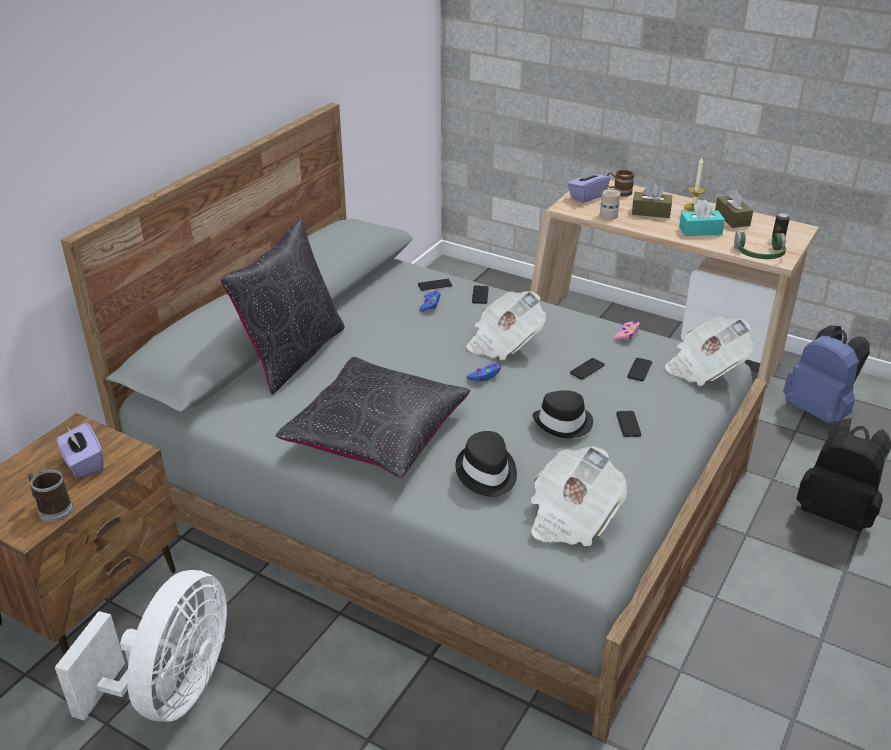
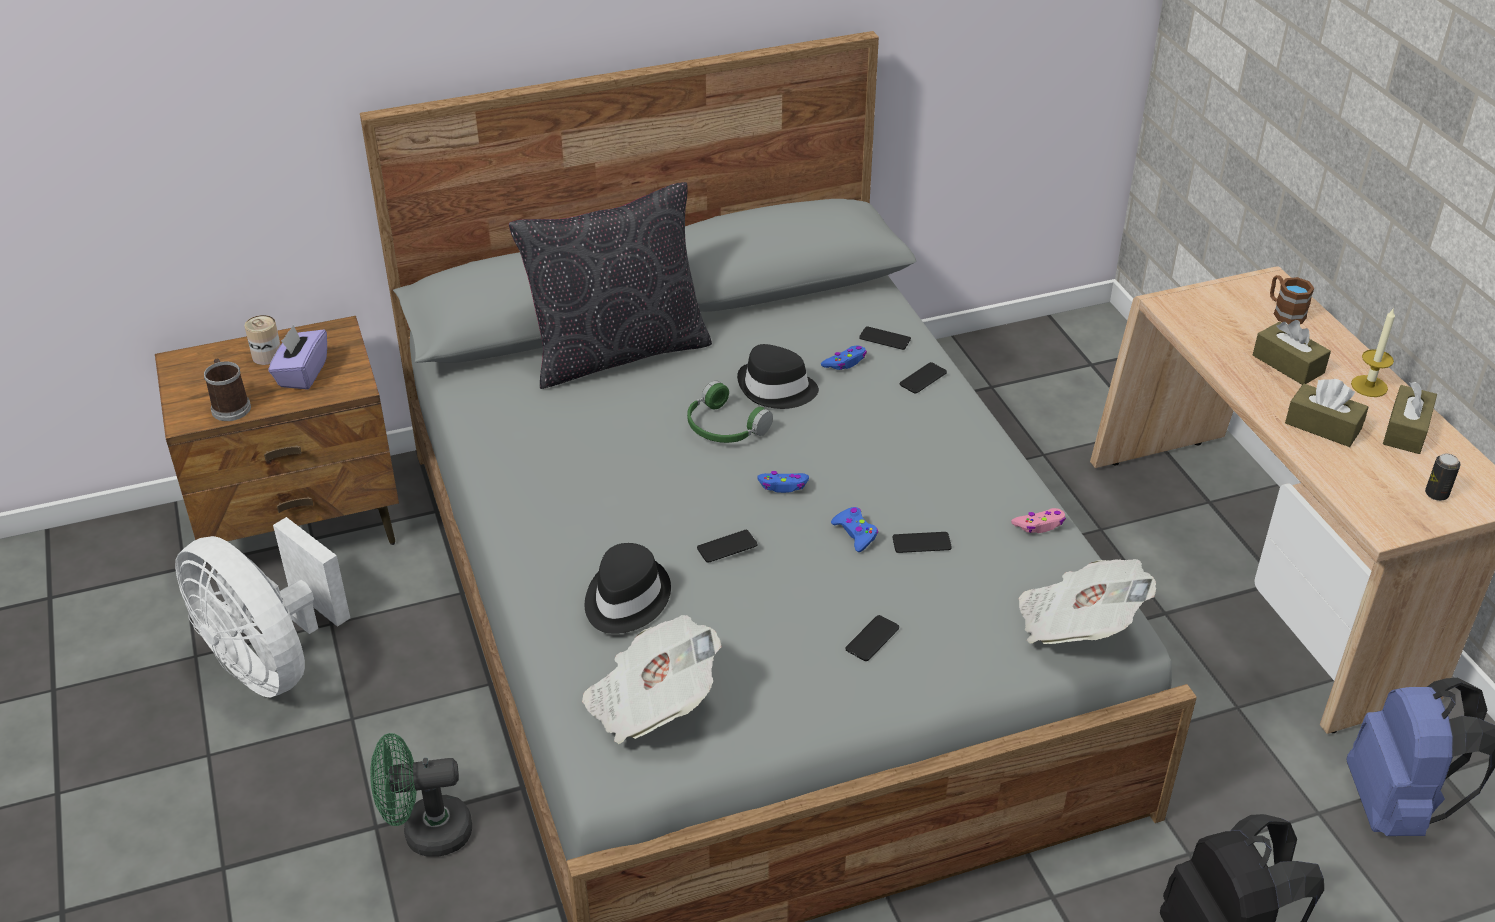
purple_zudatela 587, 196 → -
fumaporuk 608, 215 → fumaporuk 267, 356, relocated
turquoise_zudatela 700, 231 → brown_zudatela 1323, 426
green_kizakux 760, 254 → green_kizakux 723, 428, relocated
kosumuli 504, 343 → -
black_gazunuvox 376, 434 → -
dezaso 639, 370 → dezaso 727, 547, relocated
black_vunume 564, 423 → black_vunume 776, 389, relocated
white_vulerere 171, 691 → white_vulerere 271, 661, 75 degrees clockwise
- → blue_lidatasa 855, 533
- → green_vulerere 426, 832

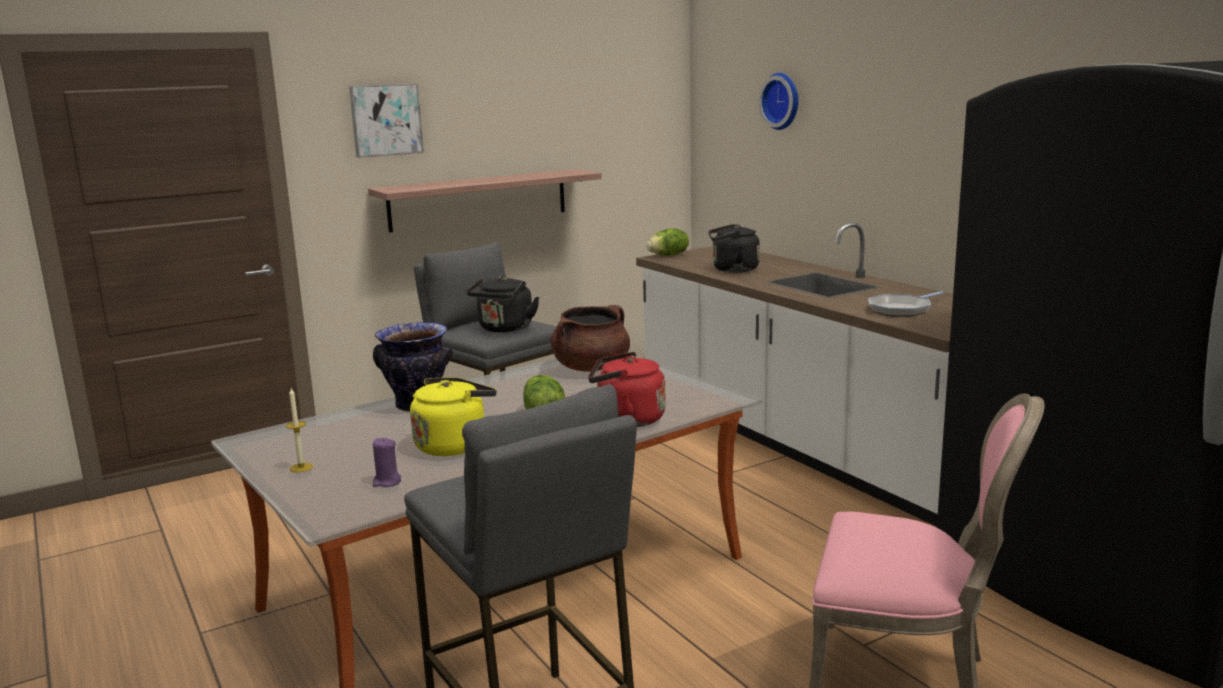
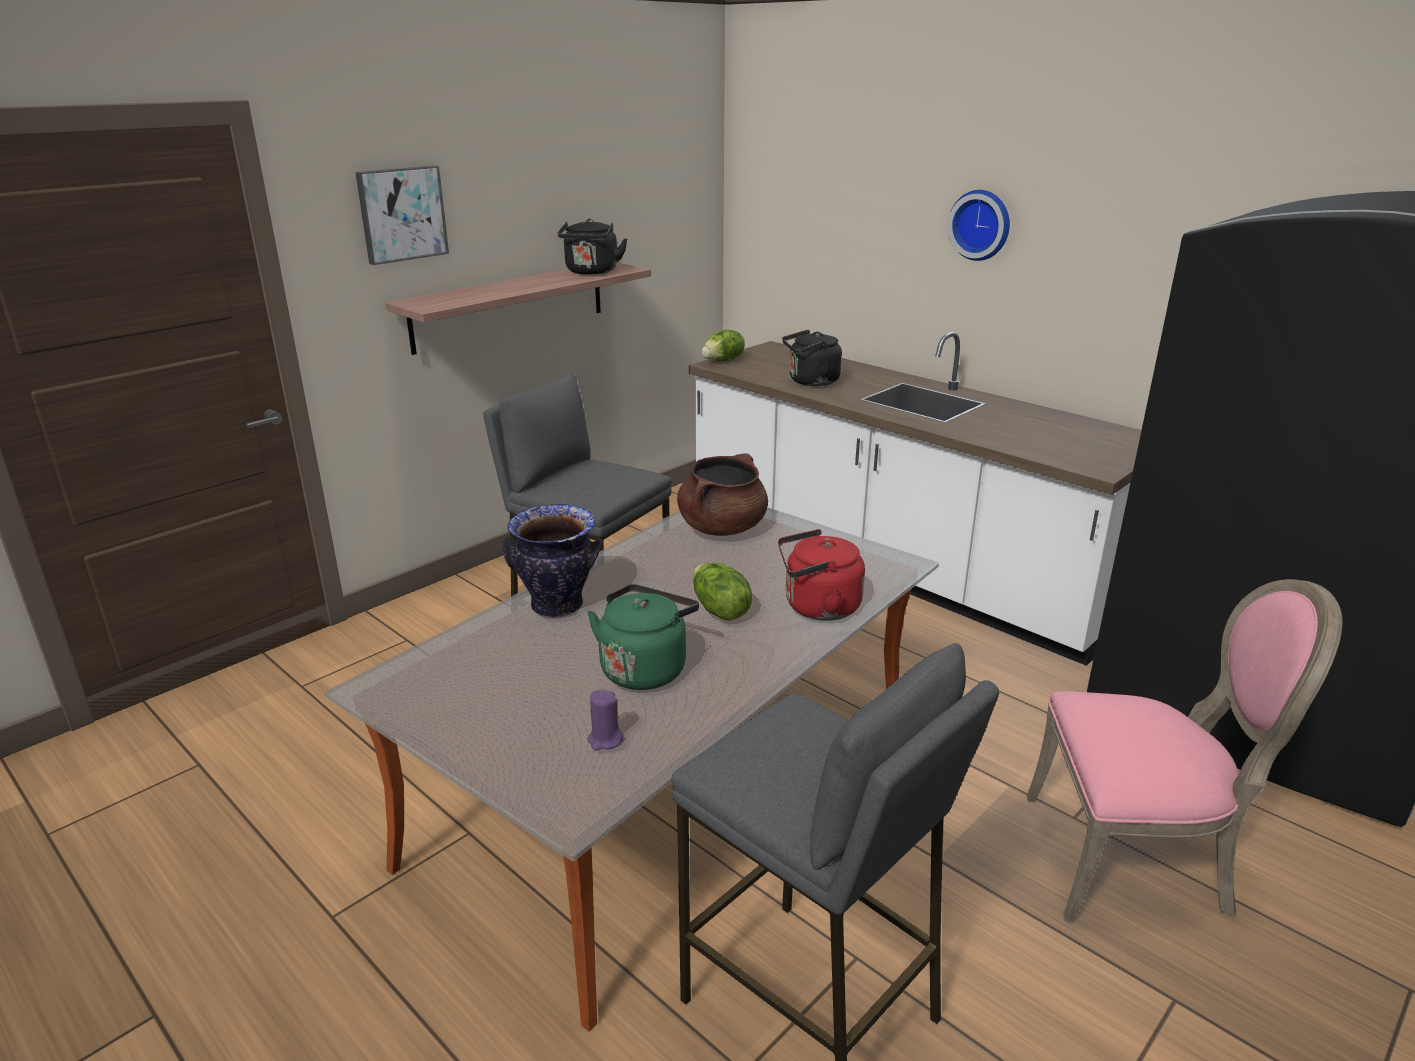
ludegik 782, 101 → ludegik 981, 224, relocated
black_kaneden 504, 329 → black_kaneden 591, 272, relocated
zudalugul 901, 309 → -
yellow_kaneden 453, 445 → green_kaneden 645, 668
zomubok 301, 467 → -

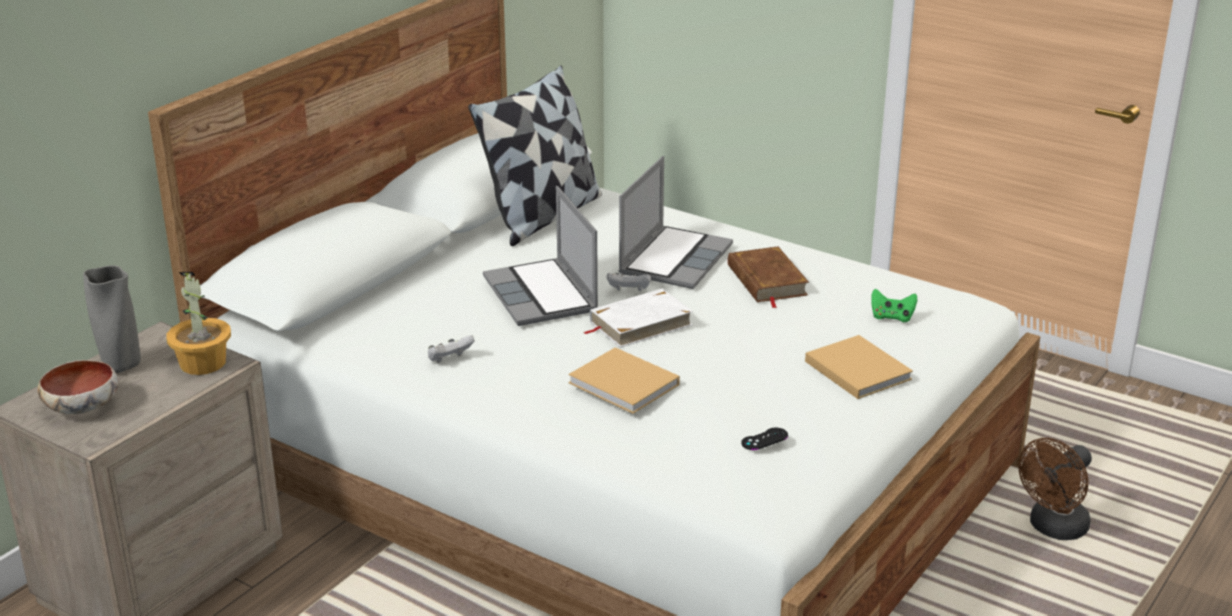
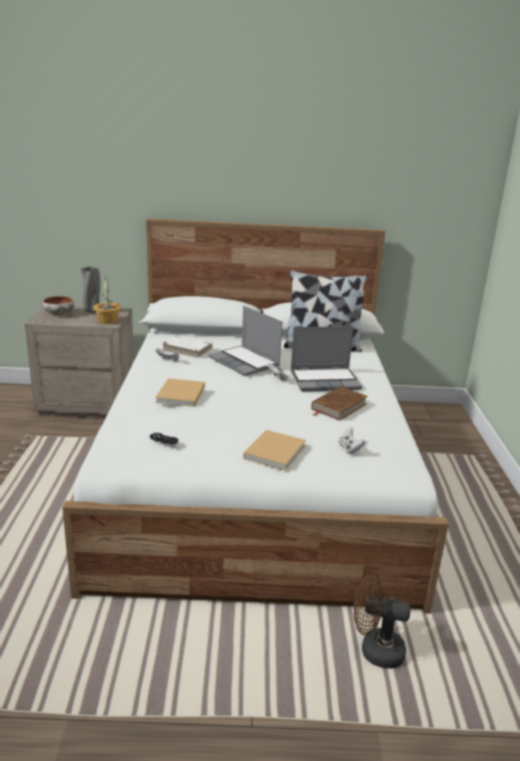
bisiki 542, 295 → bisiki 245, 362, 75 degrees counterclockwise
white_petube 640, 324 → white_petube 187, 349, relocated
green_lidatasa 892, 317 → white_lidatasa 349, 449

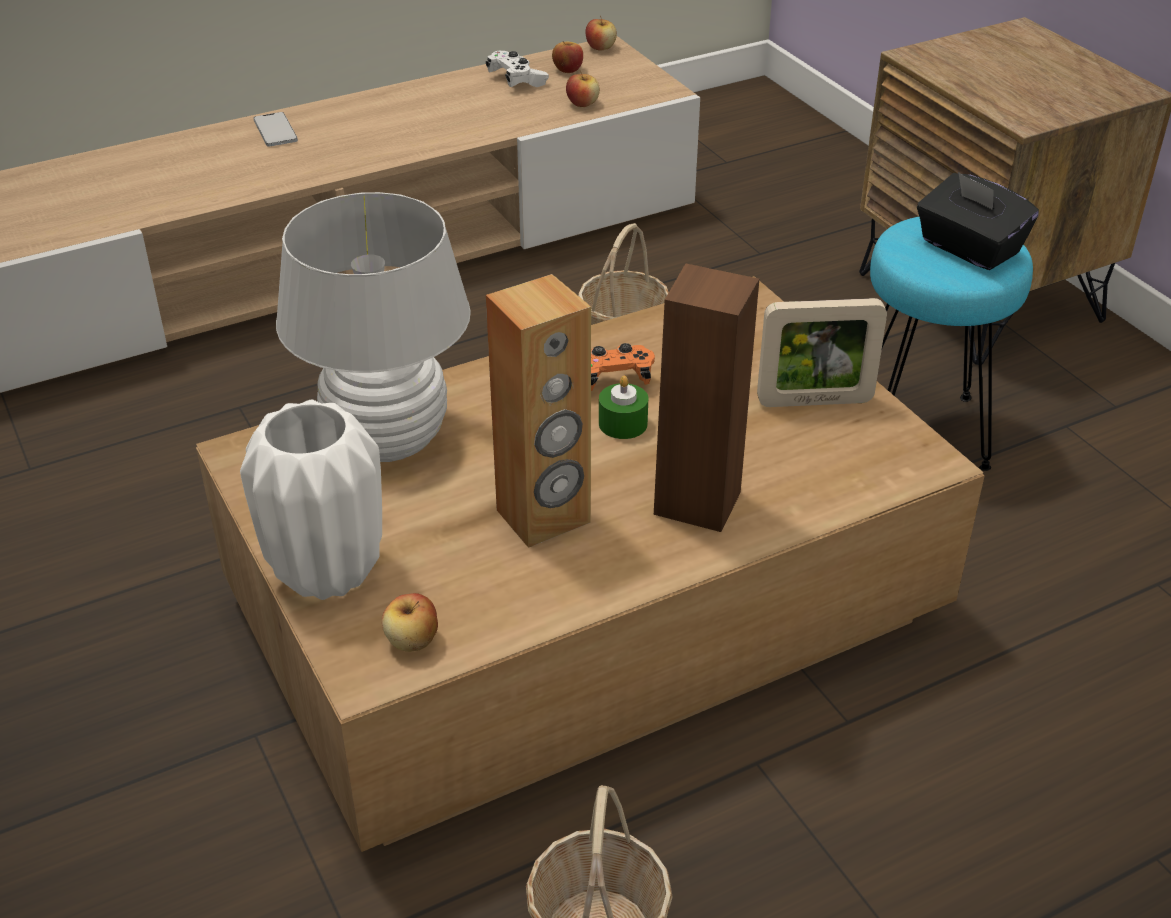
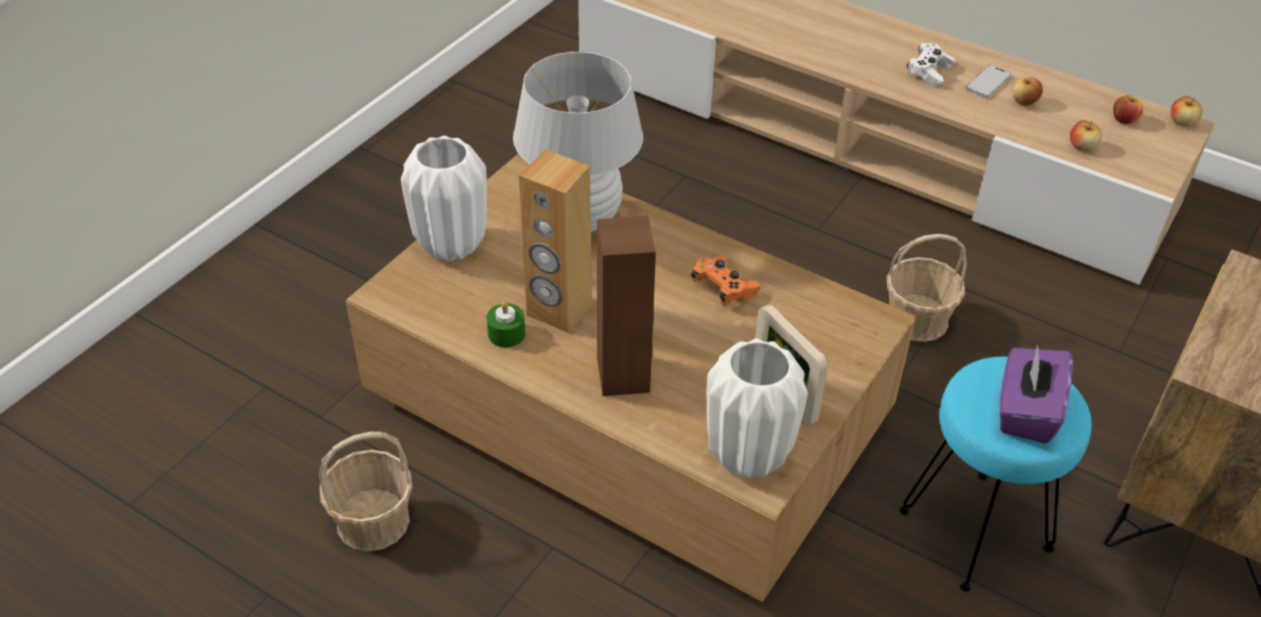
white_lidatasa 516, 80 → white_lidatasa 929, 72, relocated
dezaso 275, 131 → dezaso 988, 83, relocated
black_zudatela 969, 248 → purple_zudatela 1026, 412
green_zomubok 623, 423 → green_zomubok 506, 334, relocated
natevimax 412, 641 → natevimax 1024, 102, relocated
- → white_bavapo 749, 456

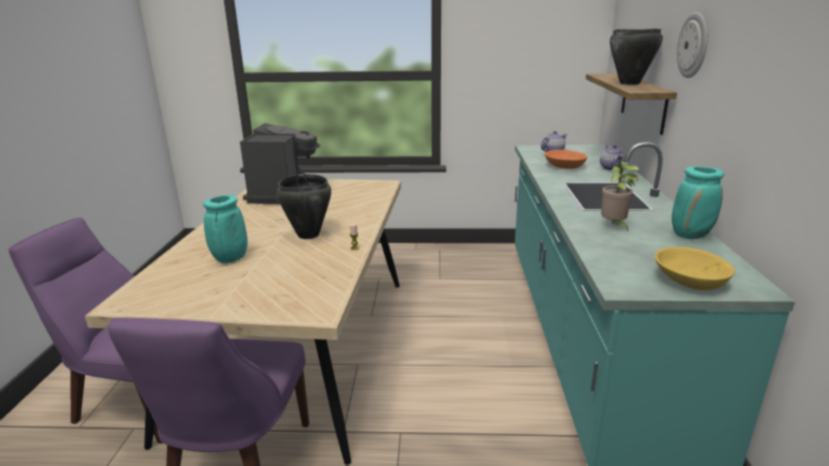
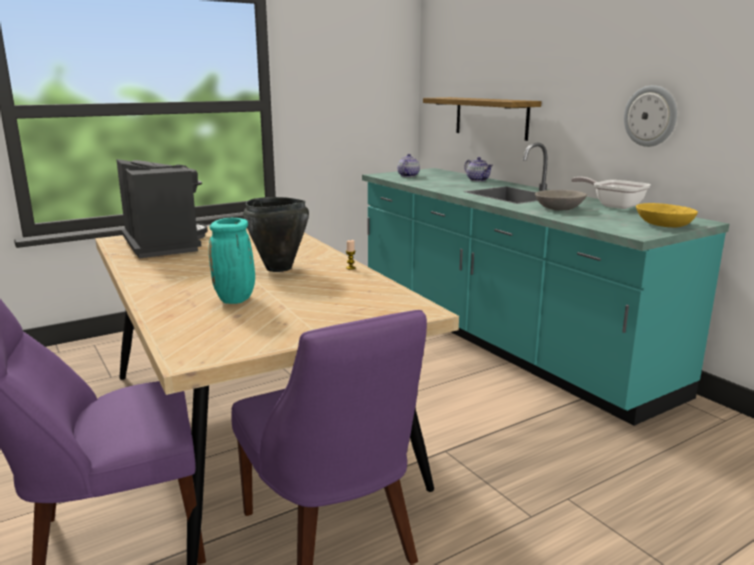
ludegik 693, 45 → ludegik 650, 116, relocated
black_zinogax 629, 83 → -
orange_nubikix 564, 166 → -
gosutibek 614, 226 → grey_nubikix 559, 208
turquoise_bavapo 690, 235 → zudalugul 613, 205

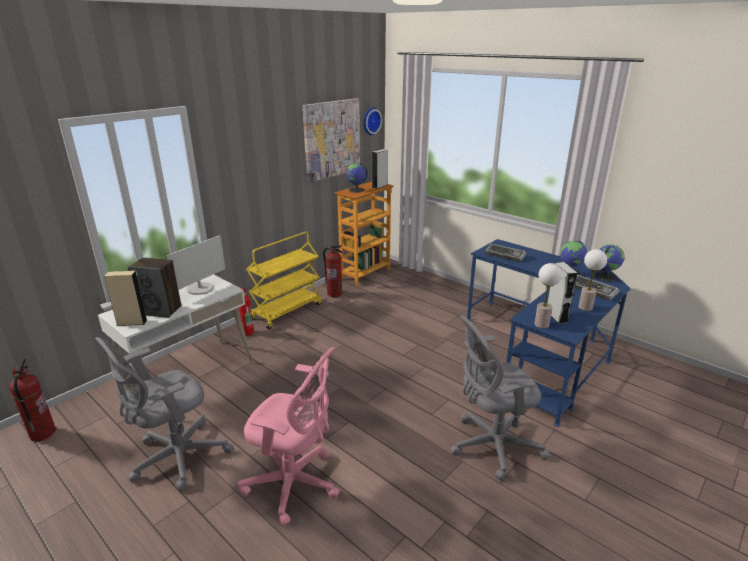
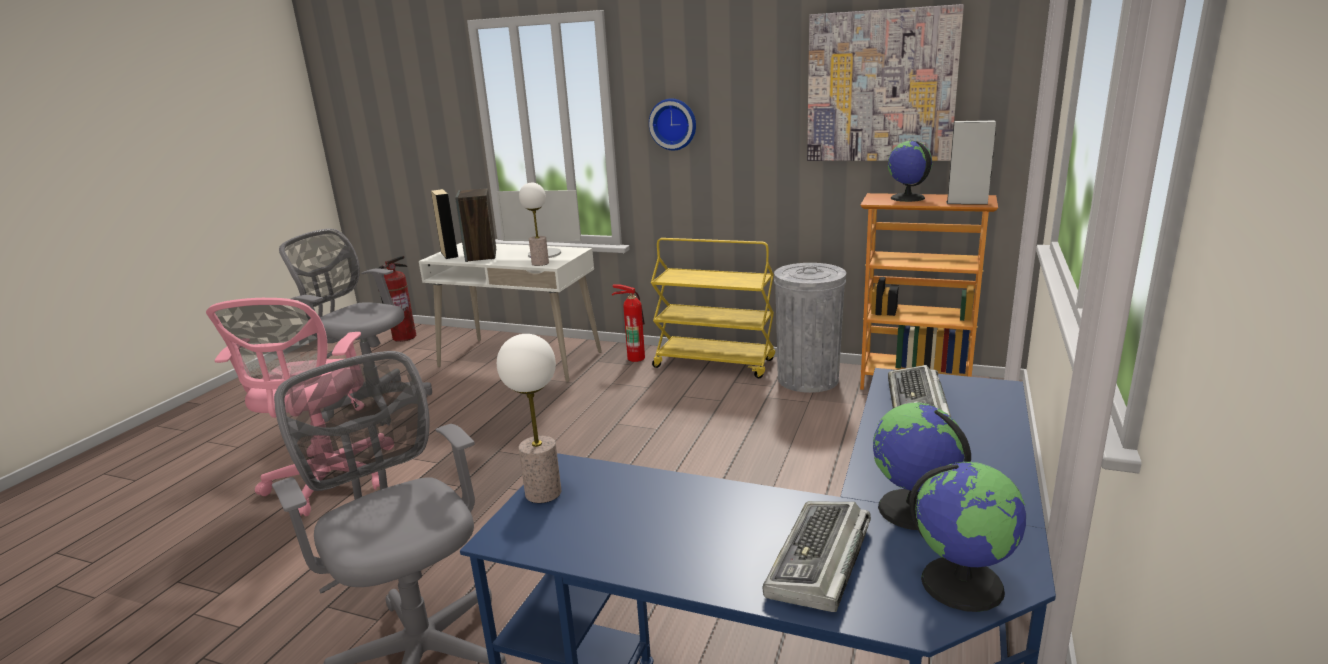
ludegik 370, 121 → ludegik 673, 124, relocated
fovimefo 334, 294 → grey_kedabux 808, 379
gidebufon 585, 307 → gidebufon 540, 263, relocated
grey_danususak 556, 316 → -

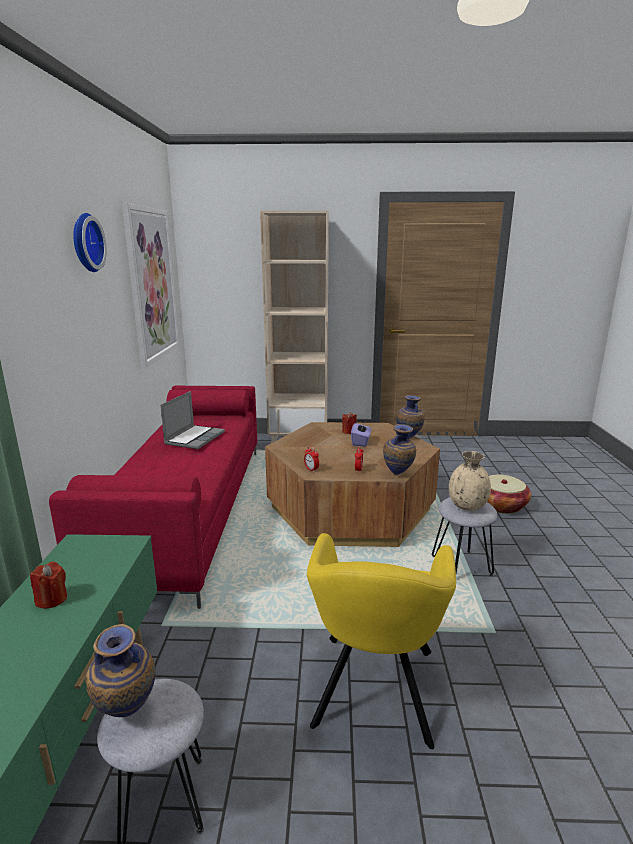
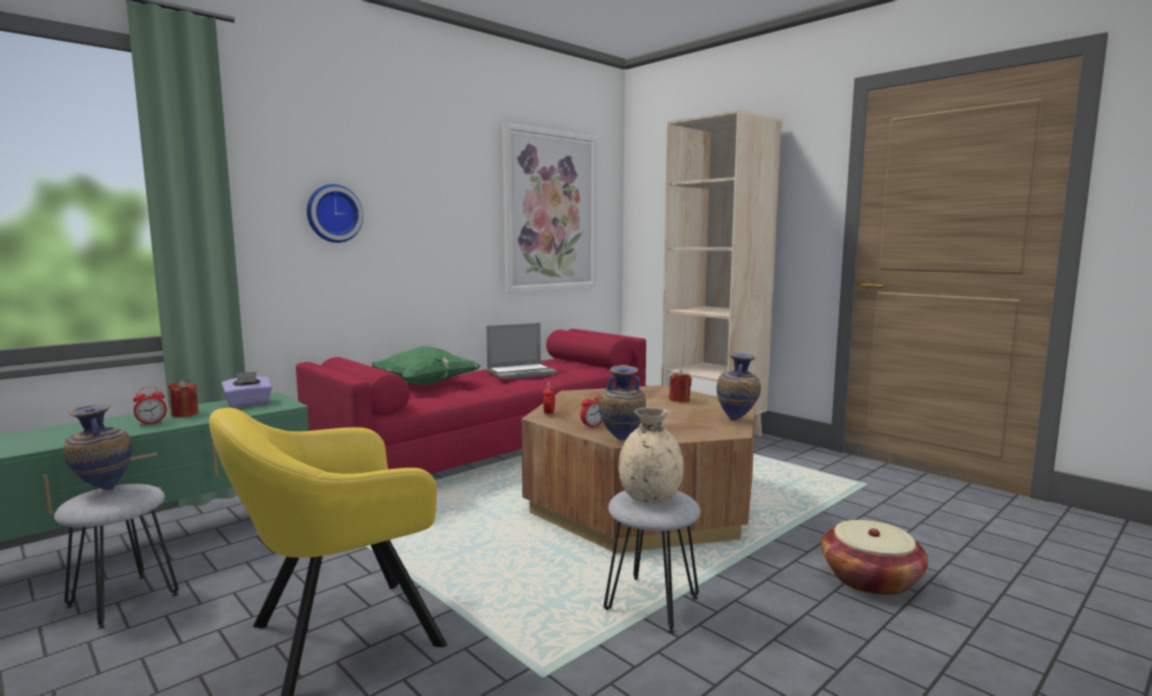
ludegik 85, 243 → ludegik 333, 213, relocated
purple_zudatela 361, 442 → purple_zudatela 248, 404, relocated
- → green_gazunuvox 424, 384
- → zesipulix 151, 423

